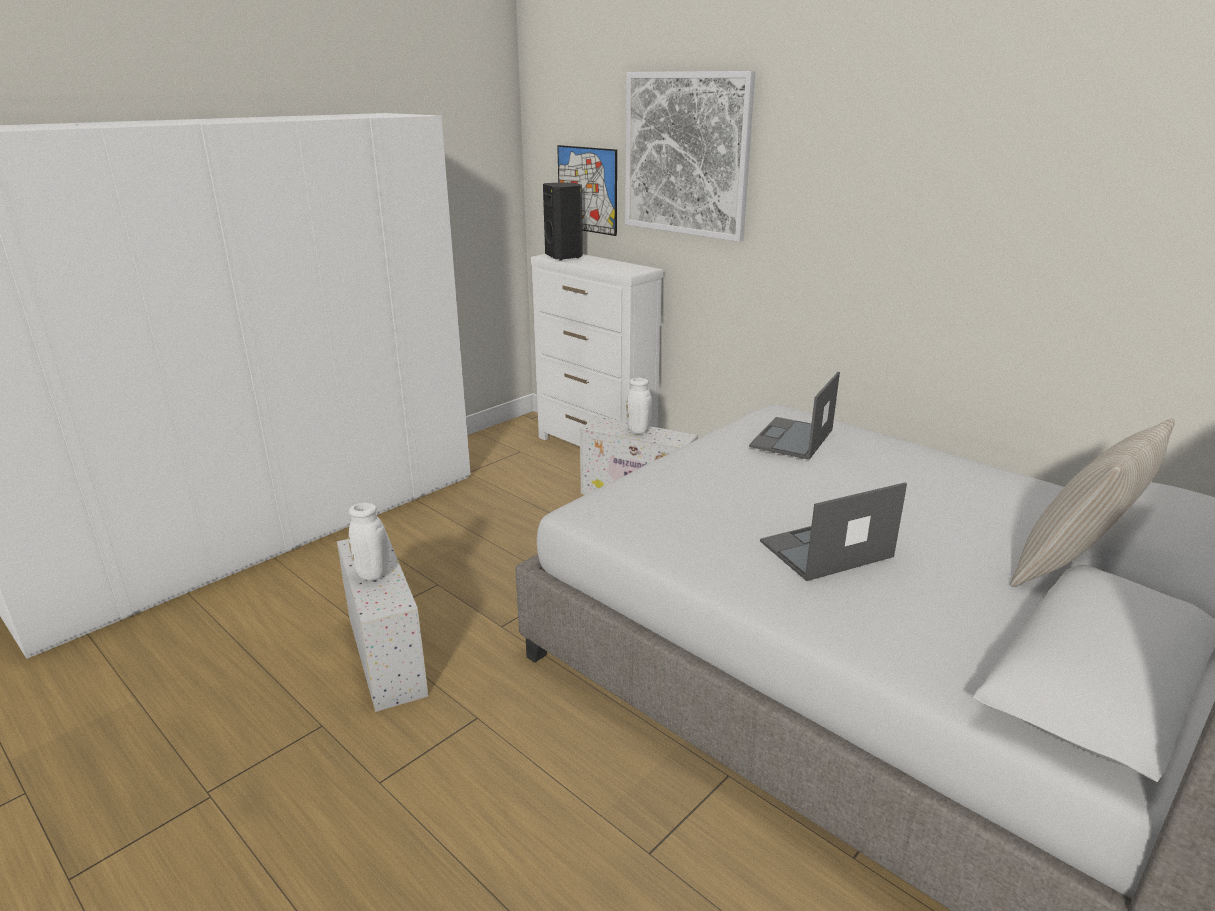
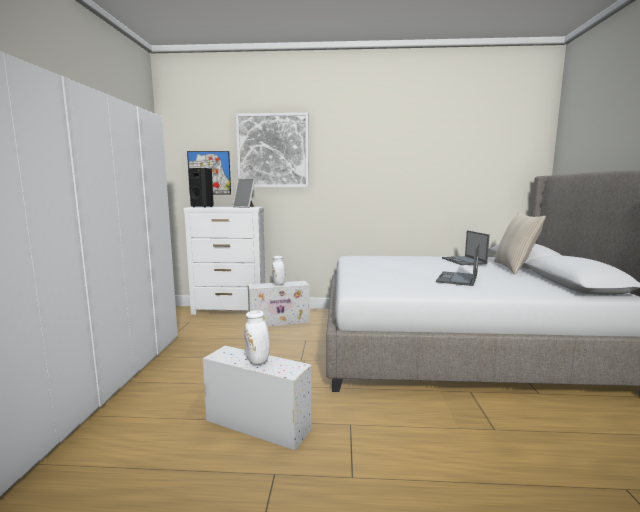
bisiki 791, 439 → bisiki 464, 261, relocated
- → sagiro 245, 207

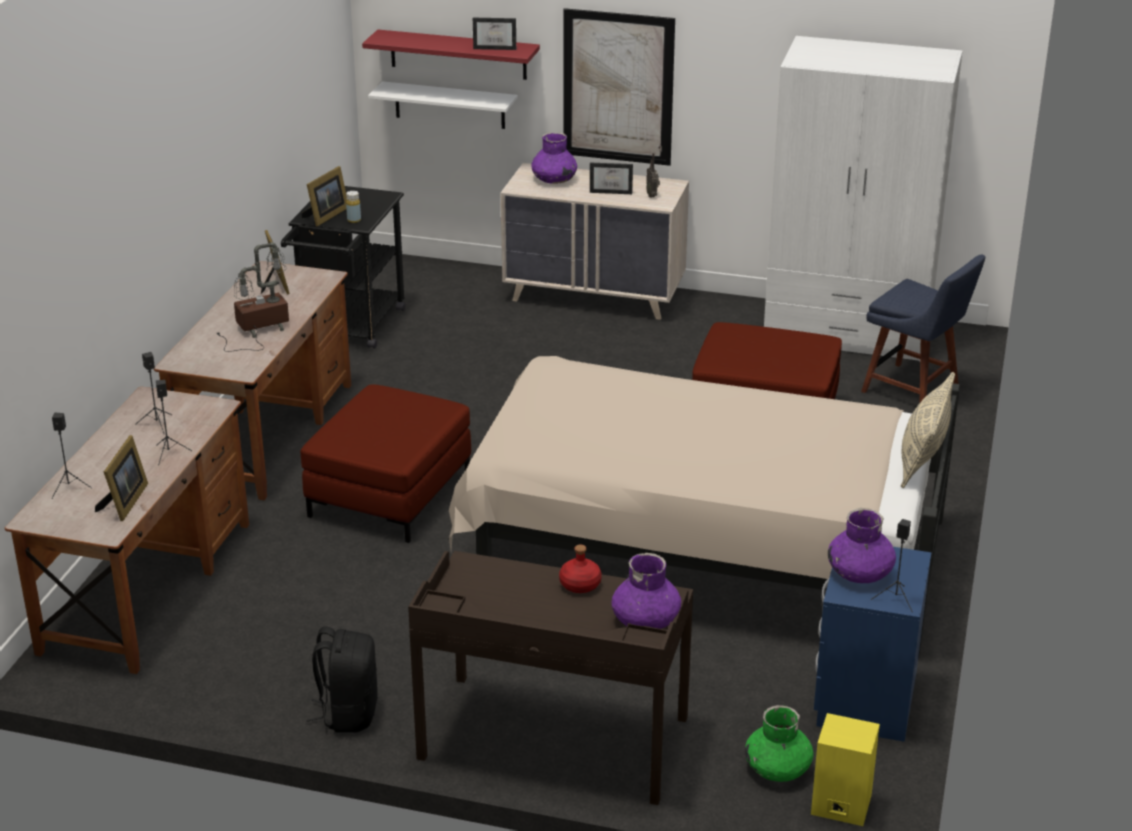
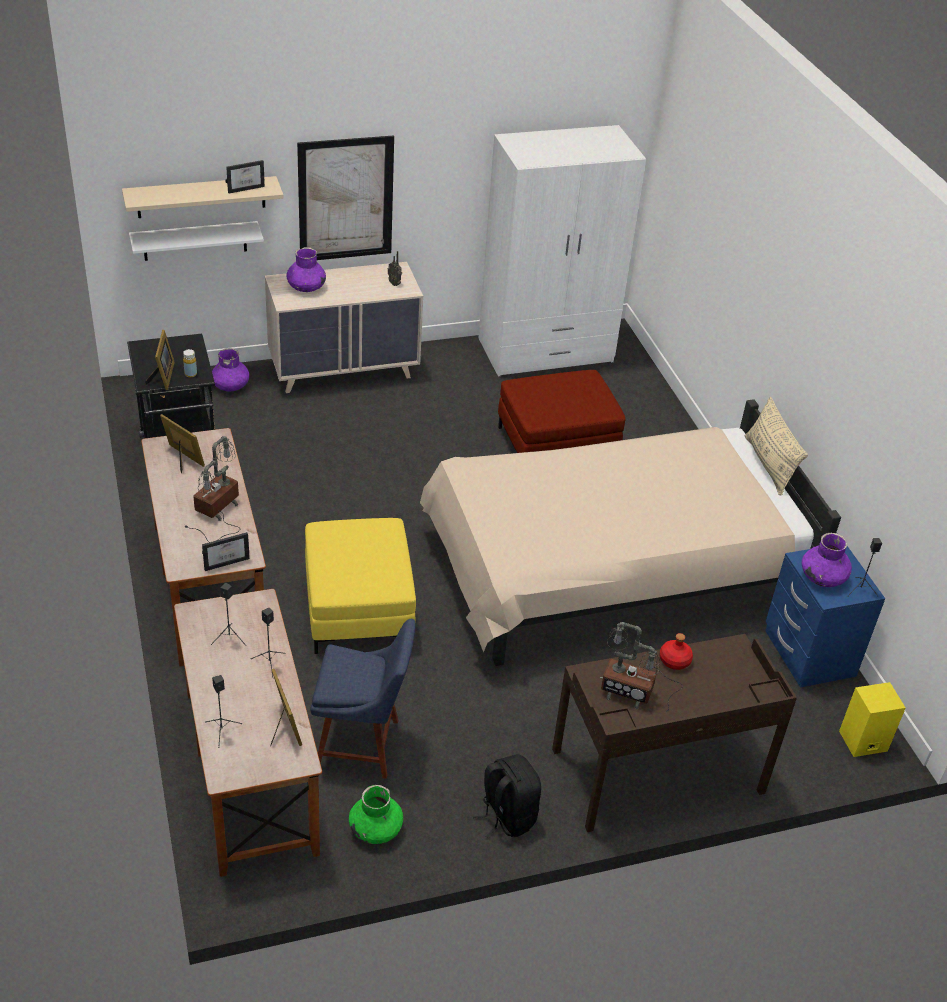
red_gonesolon 458, 54 → beige_gonesolon 201, 197
sagiro 612, 191 → sagiro 226, 561, relocated
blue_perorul 914, 390 → blue_perorul 362, 745, relocated
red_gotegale 390, 494 → yellow_gotegale 357, 608
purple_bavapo 646, 621 → purple_bavapo 231, 385, relocated
green_bavapo 777, 768 → green_bavapo 375, 829, relocated
- → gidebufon 635, 691

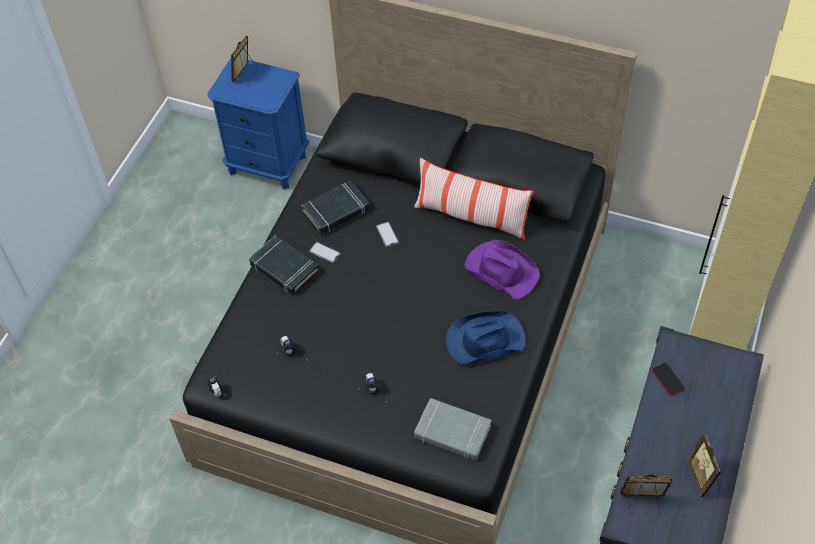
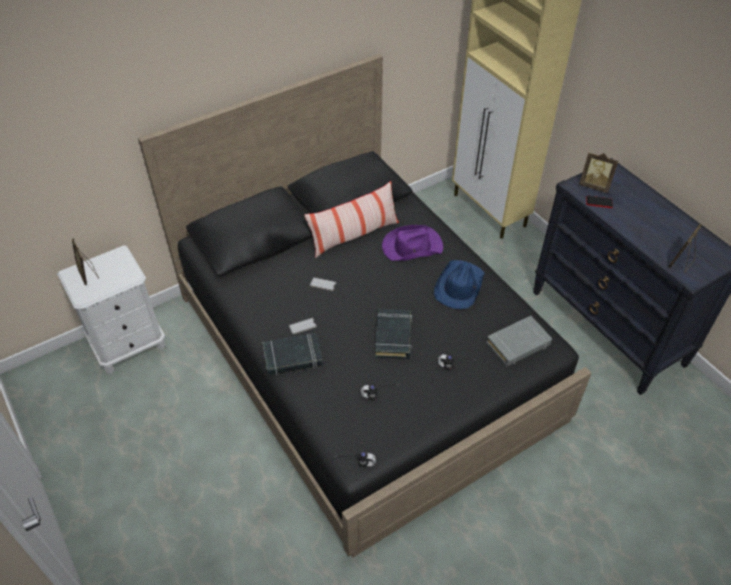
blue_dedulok 267, 164 → white_dedulok 129, 345
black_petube 336, 211 → black_petube 393, 336, relocated
sagiro 703, 477 → sagiro 594, 186, relocated

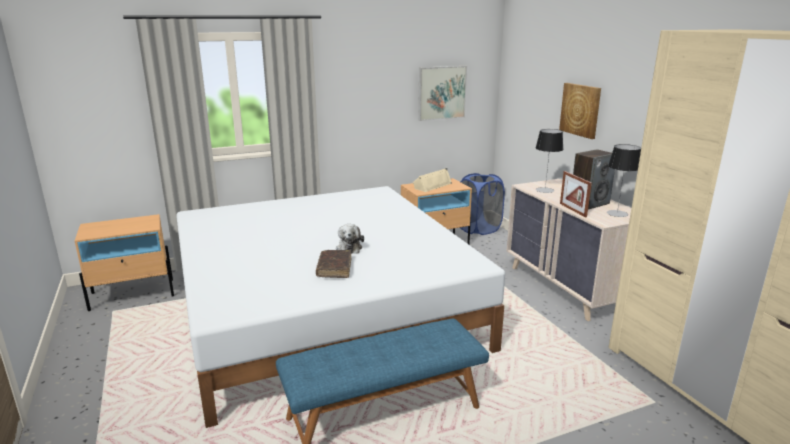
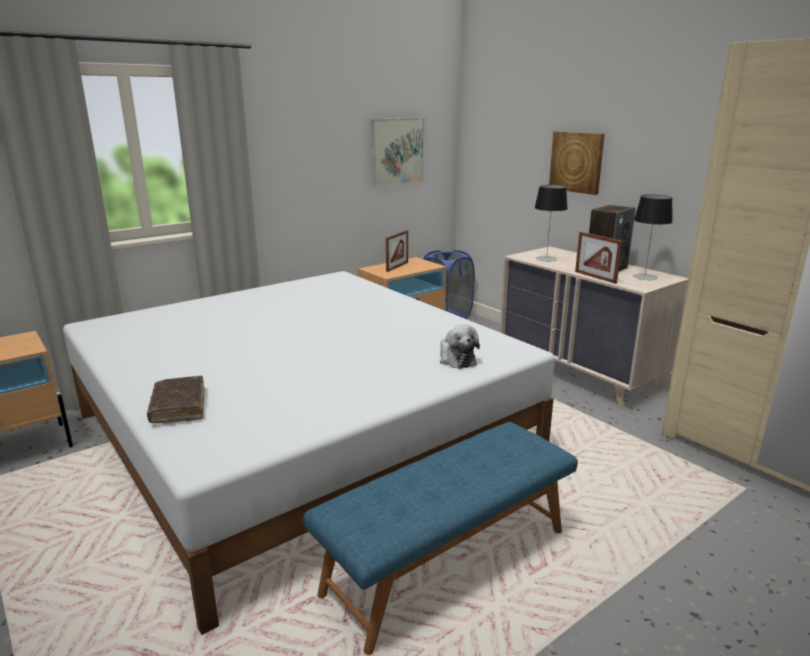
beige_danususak 432, 185 → sagiro 397, 267
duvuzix 349, 248 → duvuzix 456, 359, relocated
brown_petube 334, 268 → brown_petube 178, 407, relocated

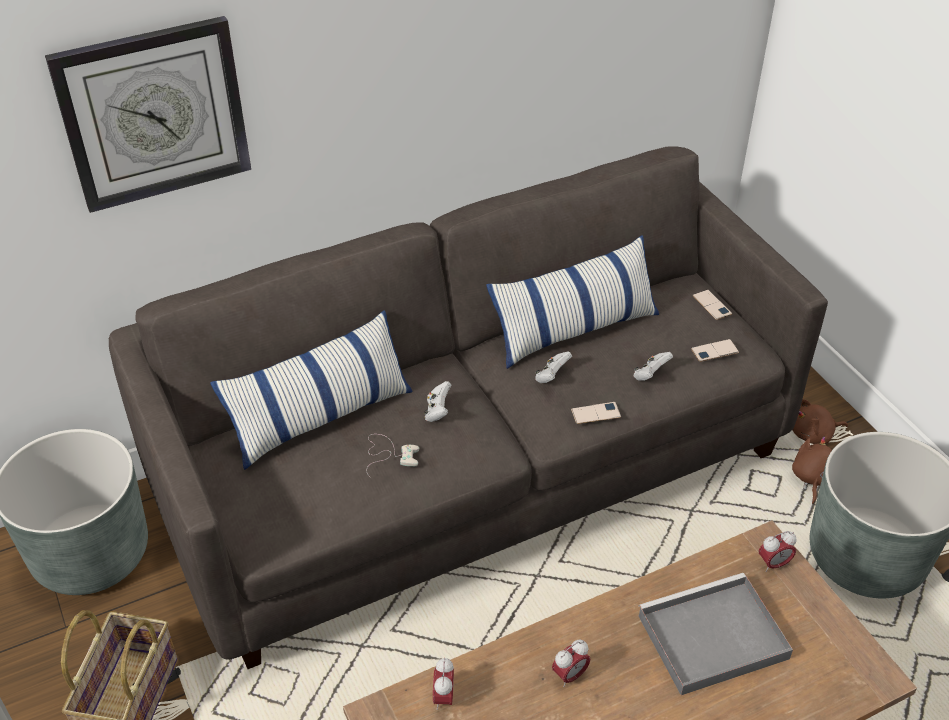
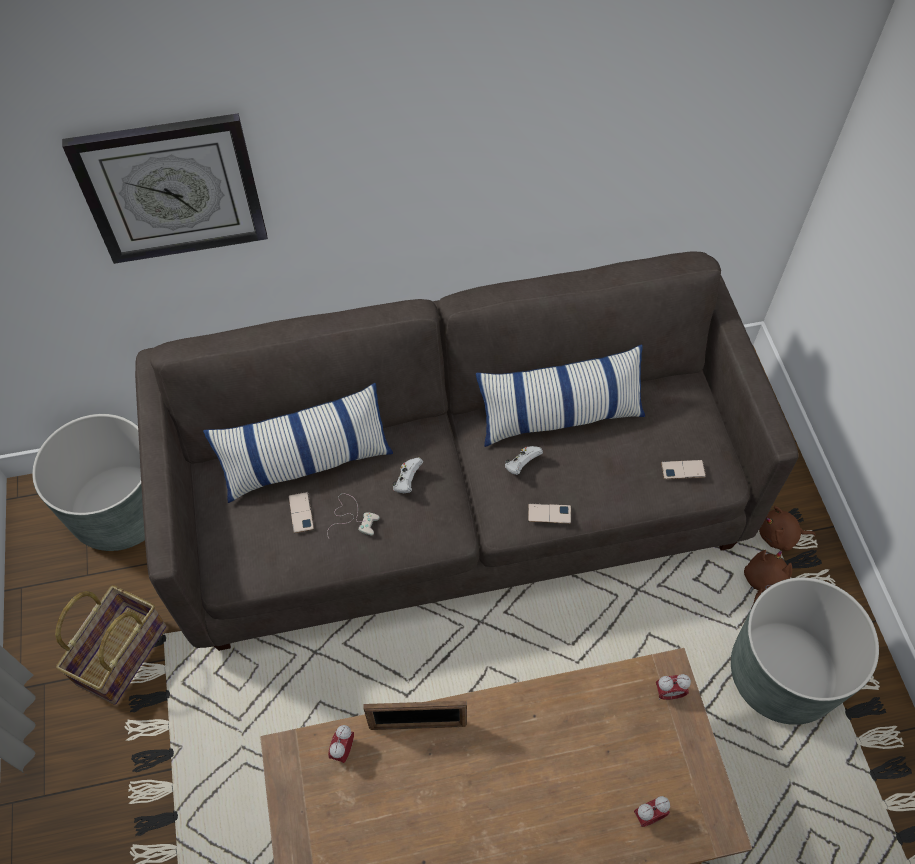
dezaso 712, 305 → dezaso 301, 512, relocated
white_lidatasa 650, 375 → -
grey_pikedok 710, 638 → -
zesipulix 570, 675 → zesipulix 648, 816, relocated
- → sagiro 418, 725

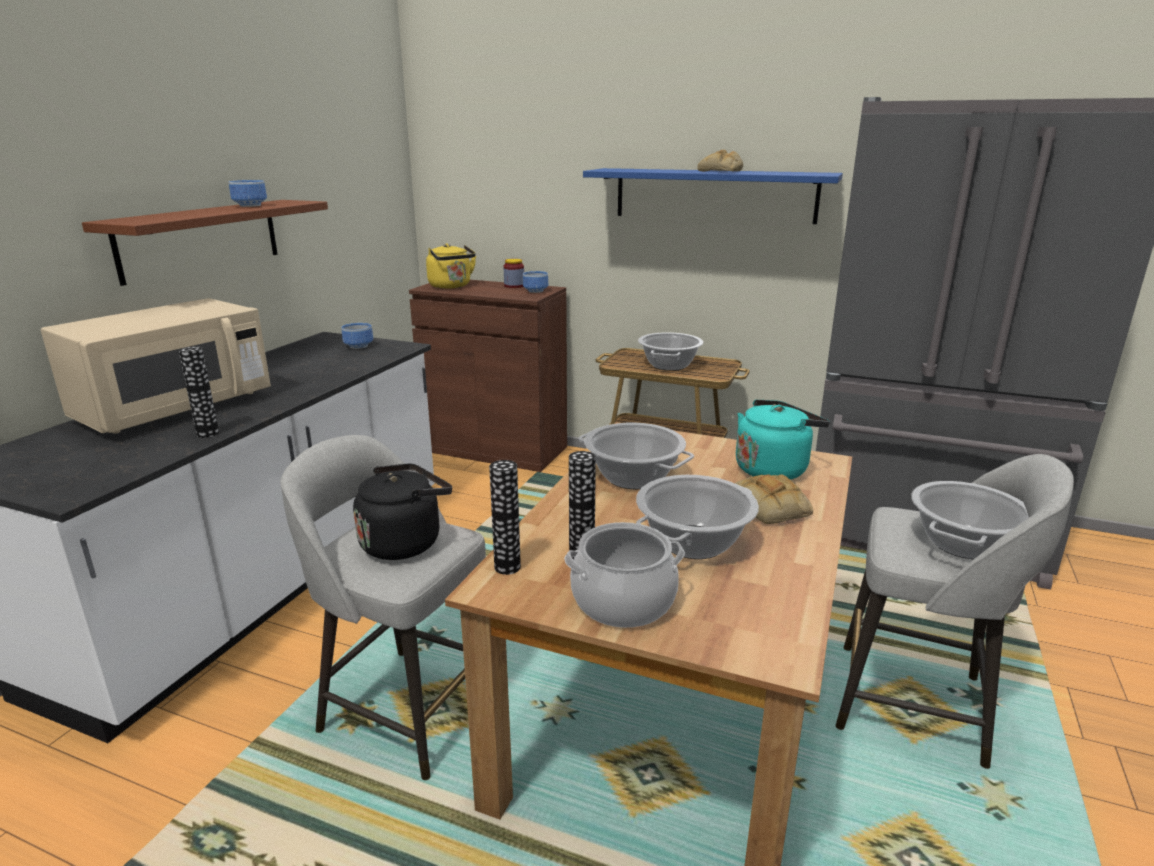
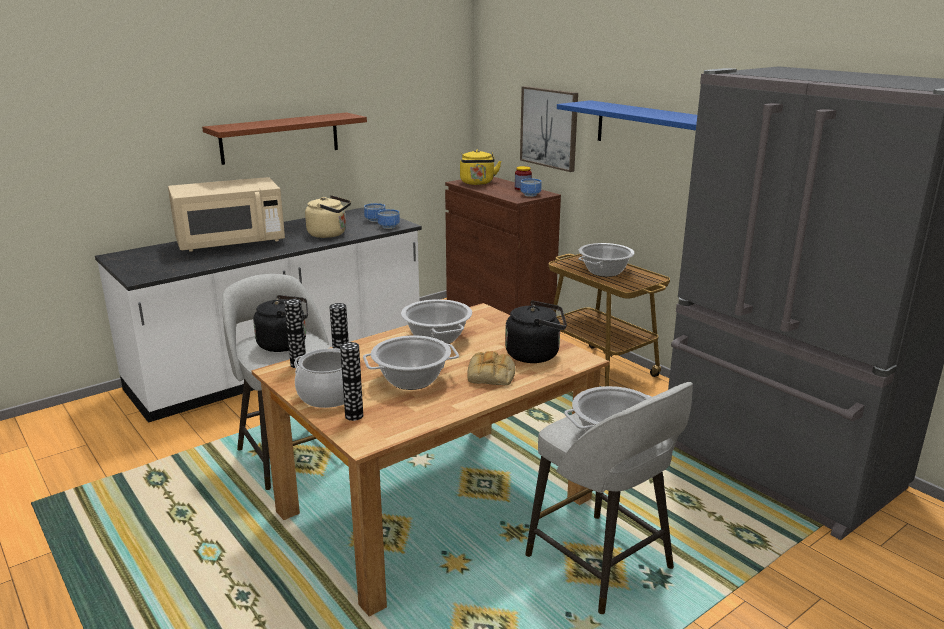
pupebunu 720, 171 → -
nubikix 248, 205 → nubikix 388, 227, relocated
bavapo 208, 434 → bavapo 354, 416, relocated
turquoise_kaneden 773, 469 → black_kaneden 536, 355
- → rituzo 549, 128
- → beige_kaneden 329, 234

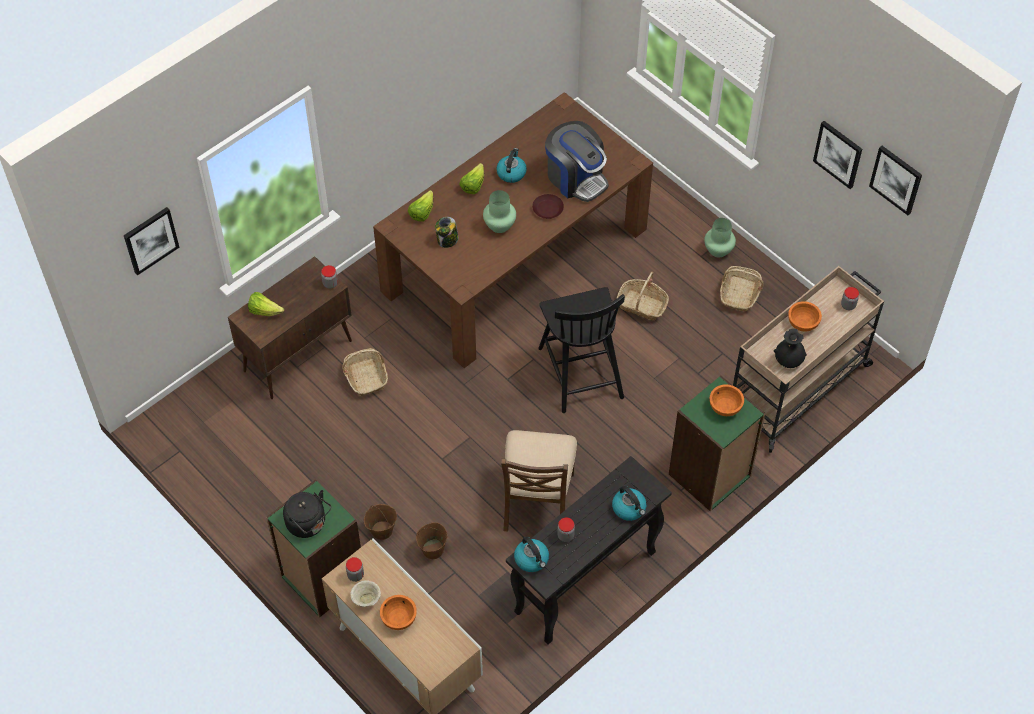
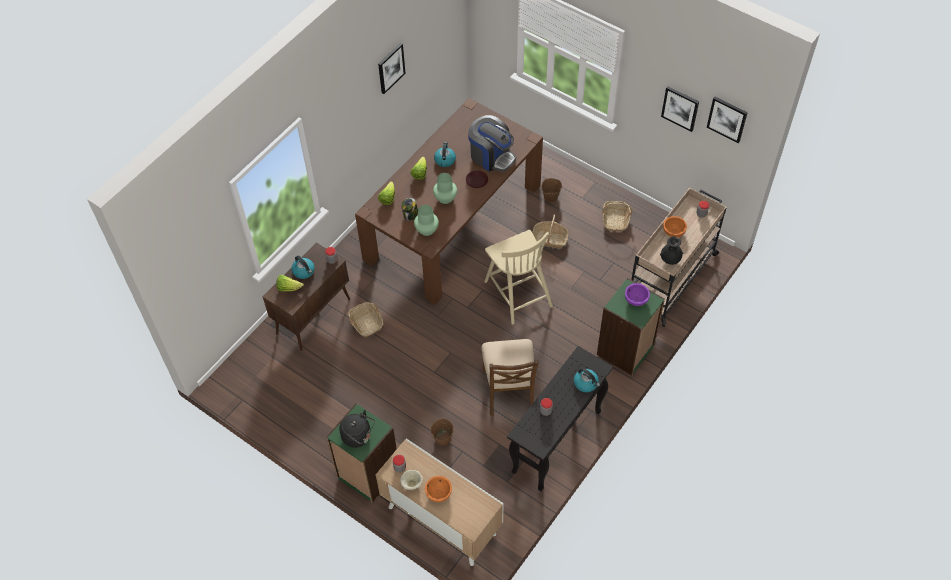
rituzo 150, 240 → rituzo 390, 68, relocated
green_bavapo 718, 250 → green_bavapo 427, 230, relocated
black_perorul 580, 371 → beige_perorul 517, 292
orange_nubikix 725, 407 → purple_nubikix 636, 299
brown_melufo 381, 530 → brown_melufo 550, 197, relocated
kaneden 532, 559 → kaneden 304, 271, relocated

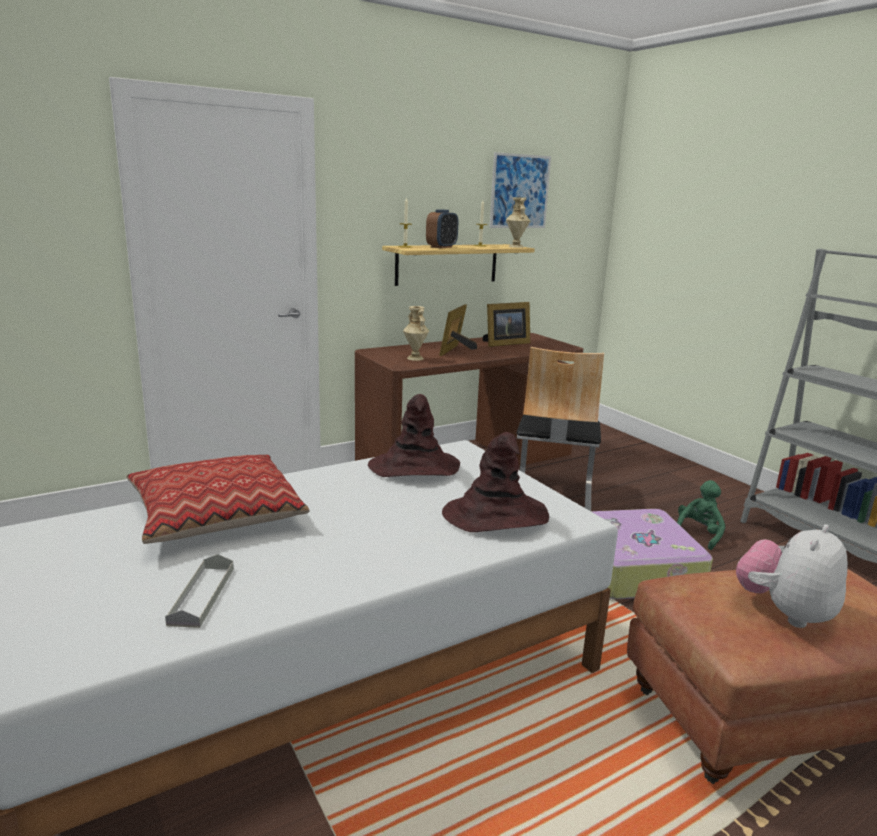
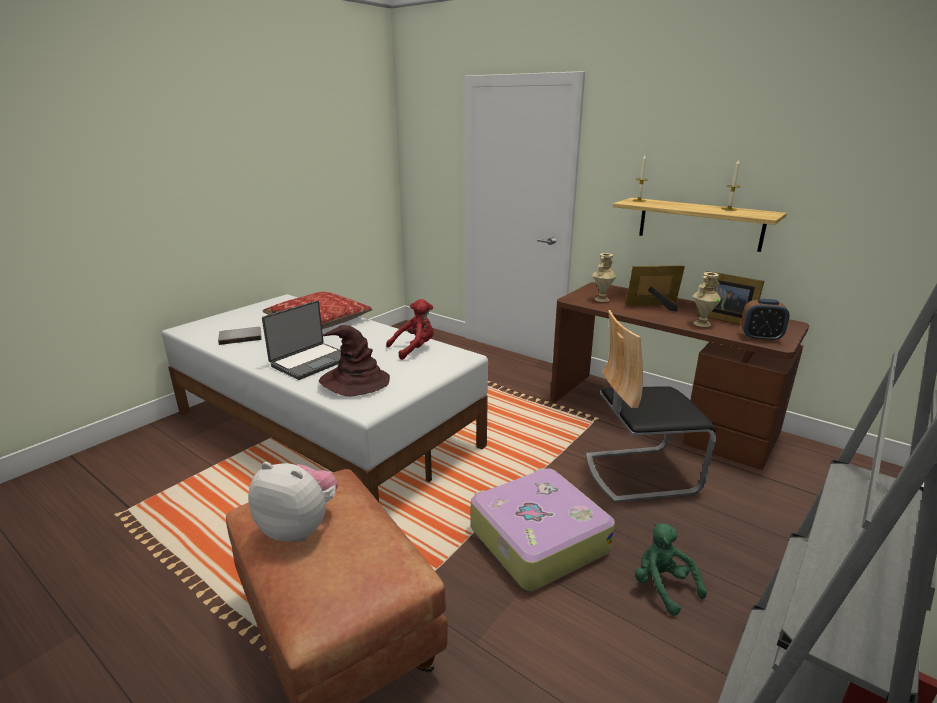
rituzo 519, 191 → -
beige_bavapo 515, 246 → beige_bavapo 701, 323, relocated
zesipulix 441, 247 → zesipulix 760, 338, relocated
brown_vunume 414, 467 → red_duvuzix 414, 349
green_duvuzix 698, 534 → green_duvuzix 663, 586, 135 degrees counterclockwise
grey_pikedok 202, 595 → grey_petube 240, 337
- → bisiki 310, 362

